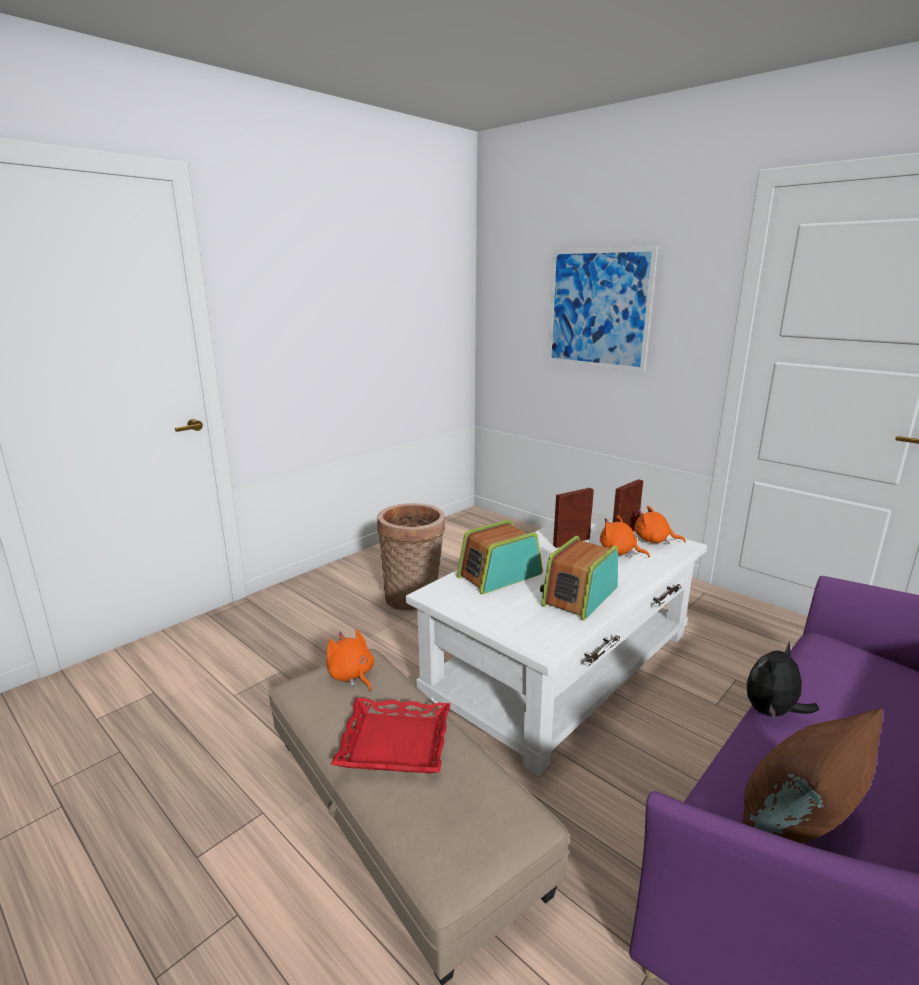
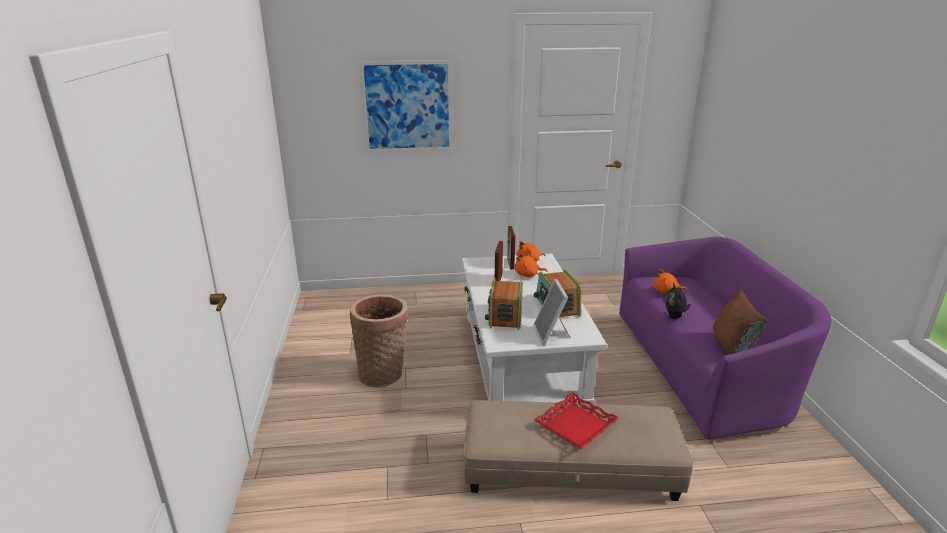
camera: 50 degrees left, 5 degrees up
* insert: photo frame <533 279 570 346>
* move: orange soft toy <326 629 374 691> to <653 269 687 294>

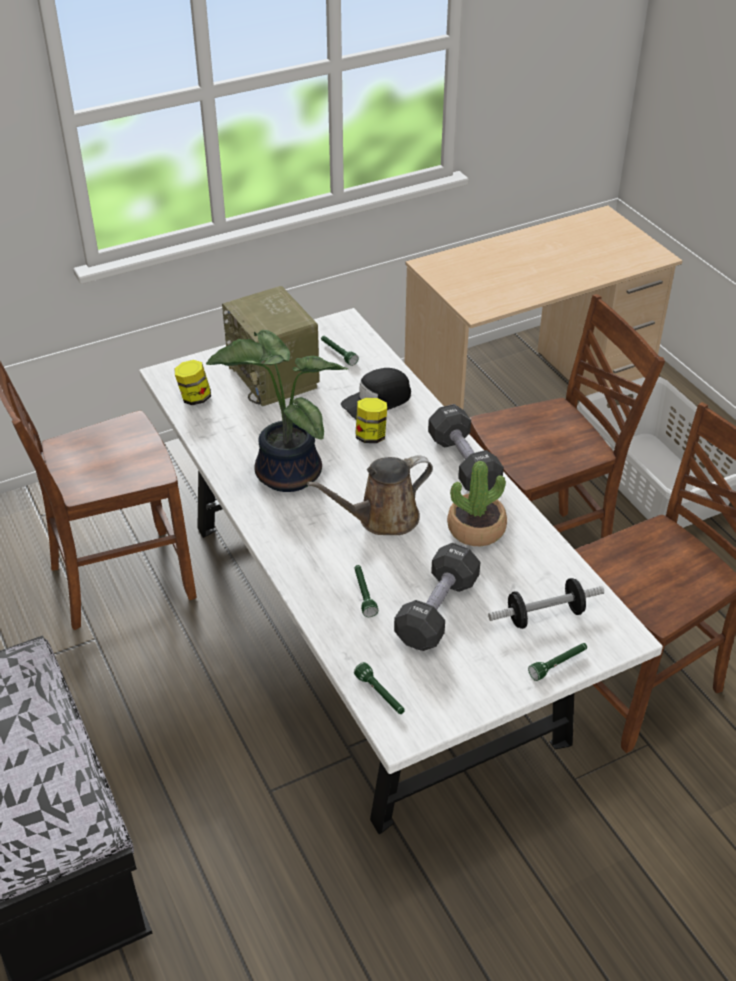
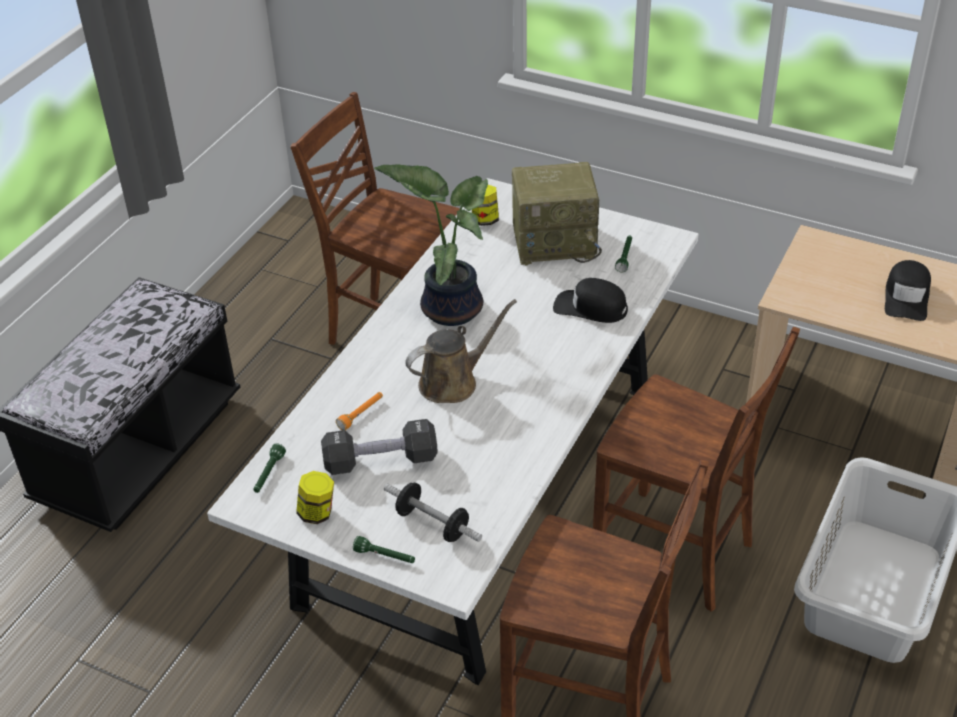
camera: 55 degrees right, 0 degrees up
* move: jar <356 398 387 443> to <296 471 334 524>
* recolor: green torch <354 565 378 617> to orange torch <336 392 383 430>
* rotate: brown watering pot <307 456 433 535> = <405 299 517 403> 120 degrees clockwise
* rotate: radio set <222 286 320 407> = <512 162 602 266> 120 degrees counterclockwise
* insert: blackish cap <885 260 931 321>
* delete: blackish free weight <428 404 504 492>
* delete: plant in a pot <447 461 507 546>

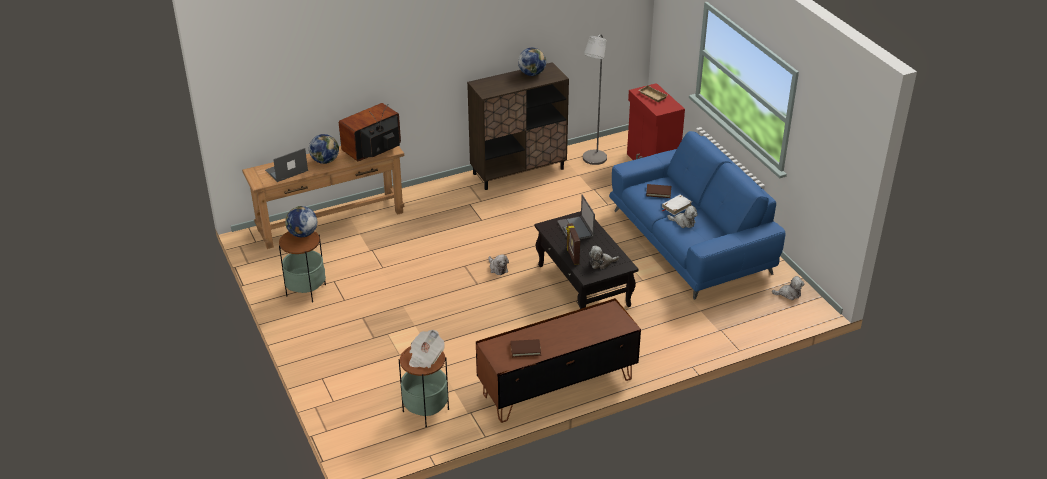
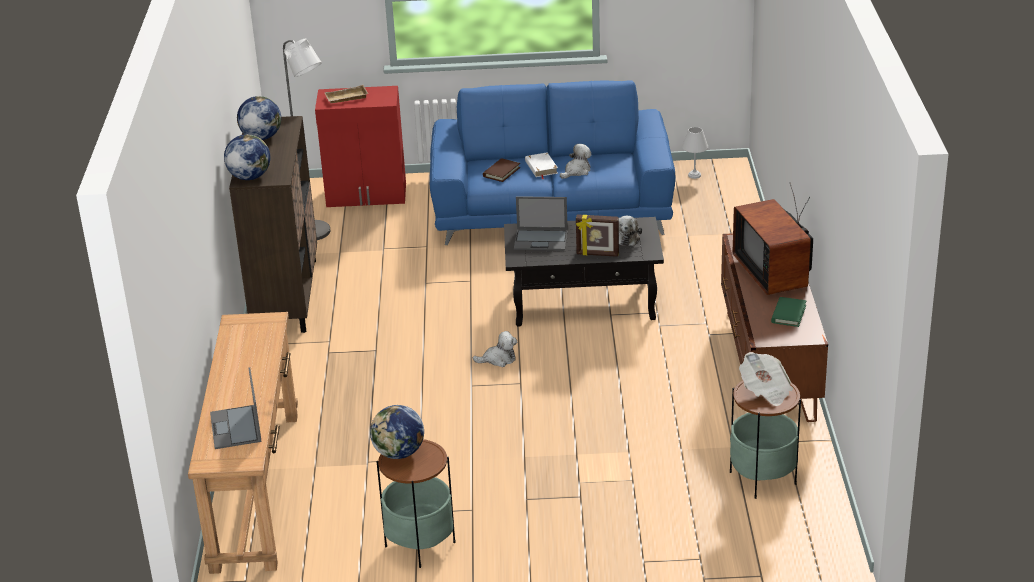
camera: 65 degrees left, 5 degrees down
* move: globe <309 134 339 164> to <224 134 270 180>
* replace: soft toy <772 276 804 300> to white-coloured tabletop lamp <682 127 708 179>
* move: TV <339 103 401 161> to <733 183 813 295>
* recolor: brown volume <510 339 541 357> to green volume <771 297 807 327>

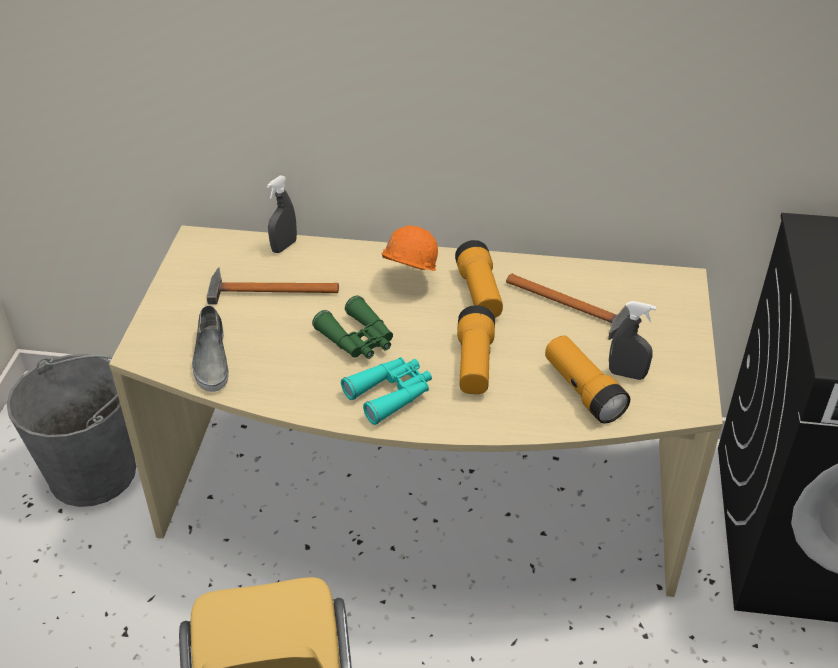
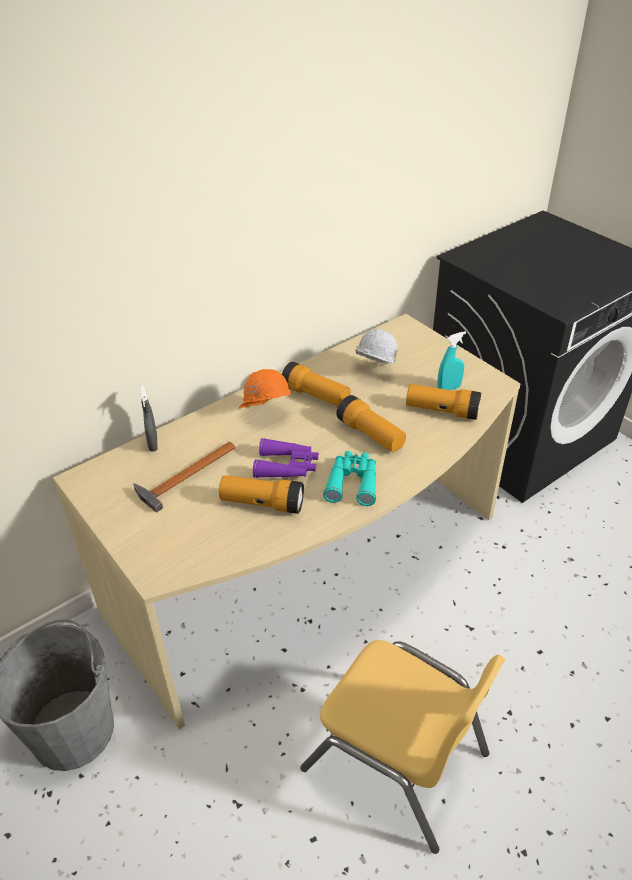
camera: 45 degrees left, 0 degrees up
* insert: torch <219 475 304 514>
* recolor: green field glasses <312 296 393 359> to purple-coloured field glasses <253 438 319 478>
* replace: hand hammer <506 274 630 340> to white-coloured safety helmet <355 329 398 364>
* recolor: greyish sprayer <609 301 656 380> to blue-green sprayer <437 331 466 390>
* delete: greyish item of footwear <192 305 229 392>

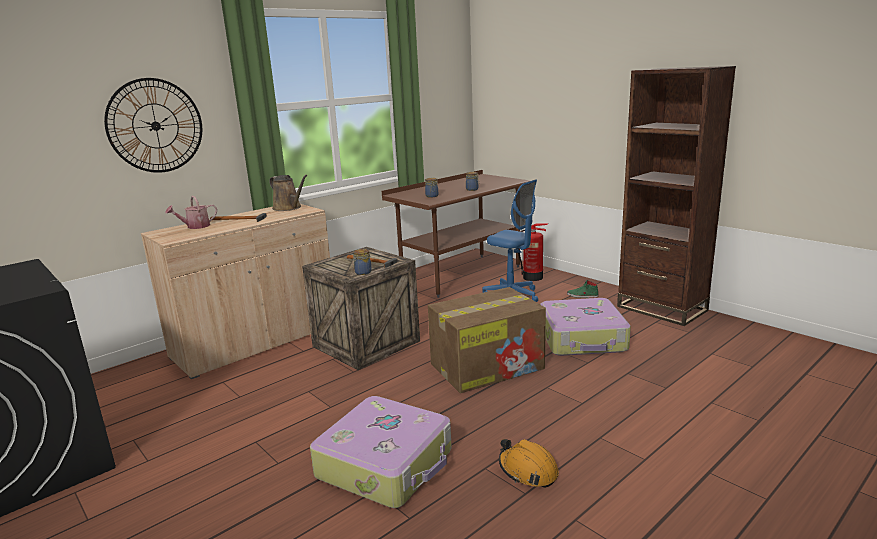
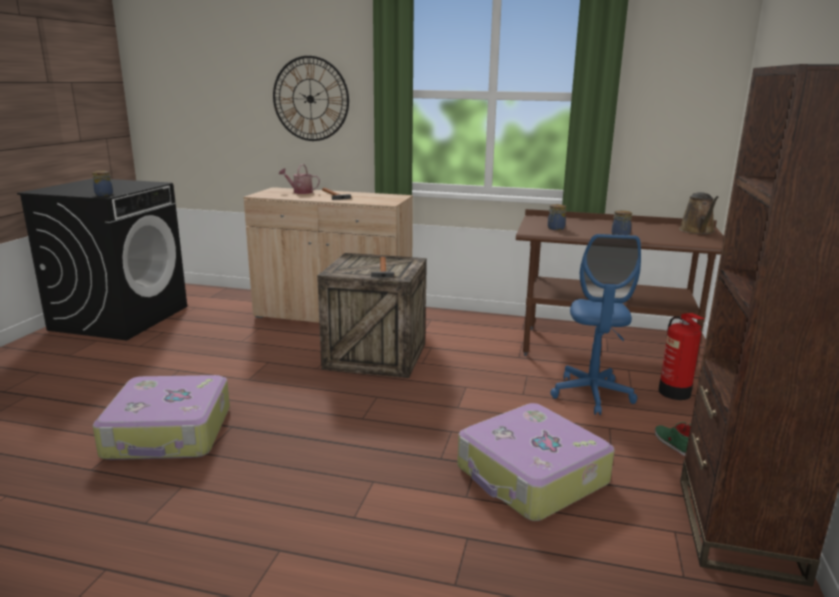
camera: 55 degrees right, 0 degrees up
* move: jar <352 249 372 275> to <92 171 113 196>
* move: brown watering pot <269 175 307 211> to <679 192 719 234>
* delete: cardboard box <428 287 546 393>
* delete: orange safety helmet <499 439 559 488>

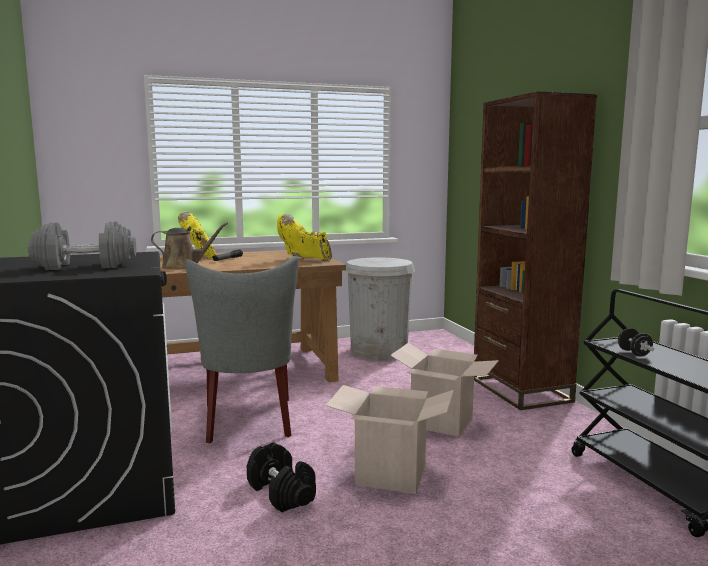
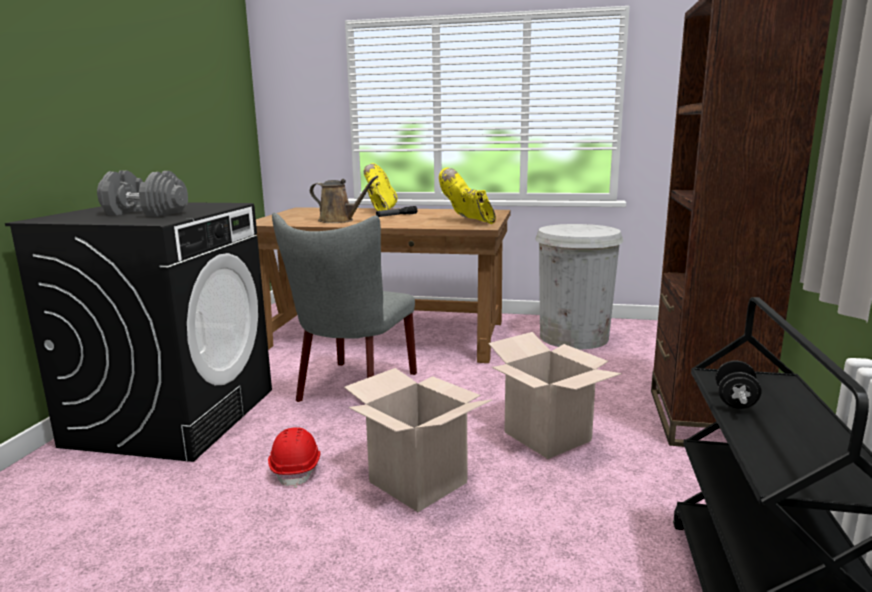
camera: 30 degrees right, 5 degrees up
* replace: blackish free weight <247 442 316 512> to reddish safety helmet <268 427 321 488>

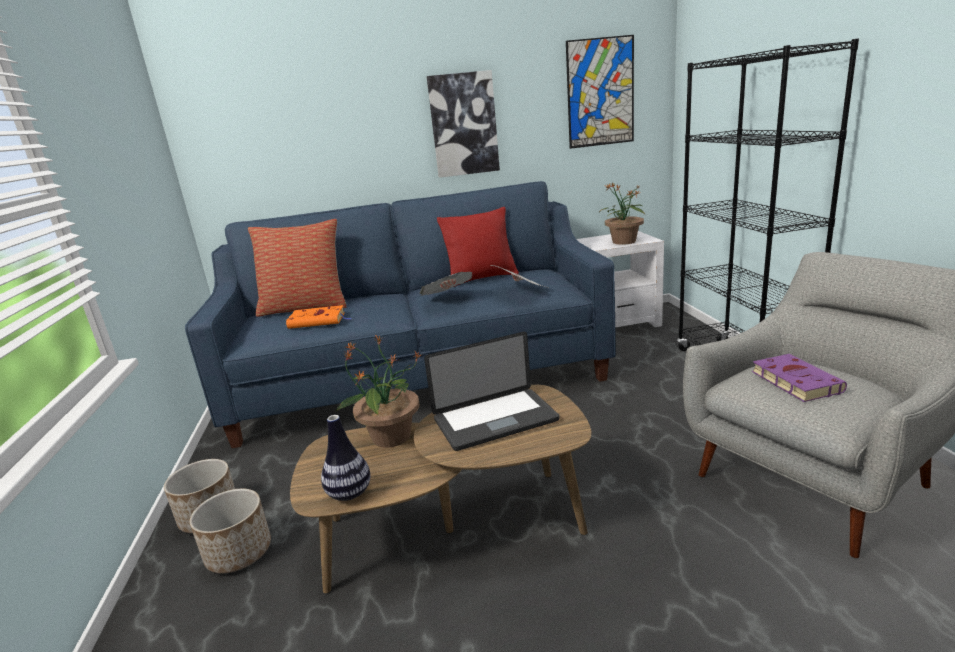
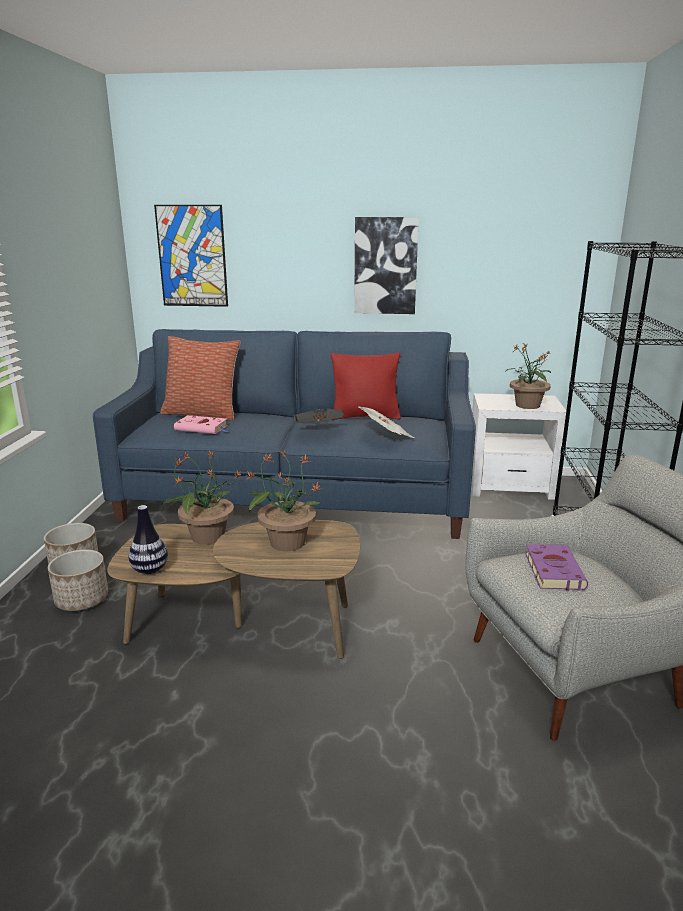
camera: 15 degrees right, 0 degrees up
* move: picture <566 35 634 149> to <154 205 228 307>
* recolor: orange volume <286 305 351 329> to pink-coloured volume <174 415 229 434>
* replace: notebook computer <424 332 560 451> to plant in a pot <245 450 324 551>

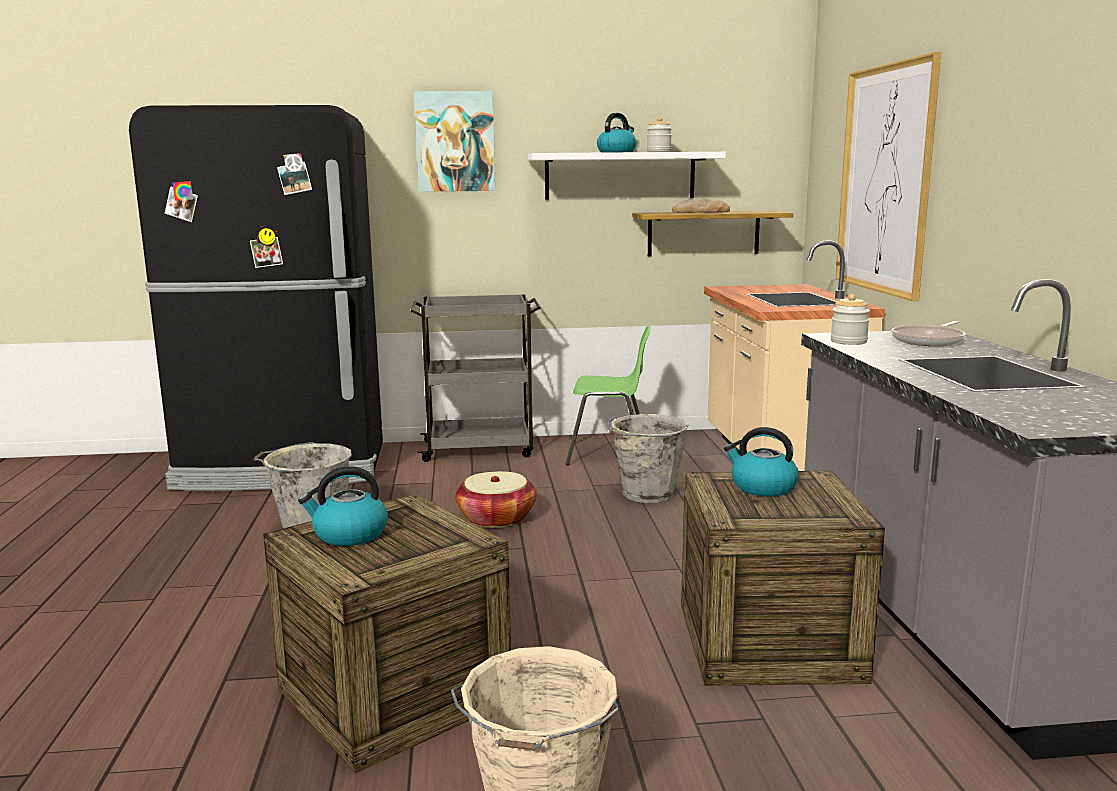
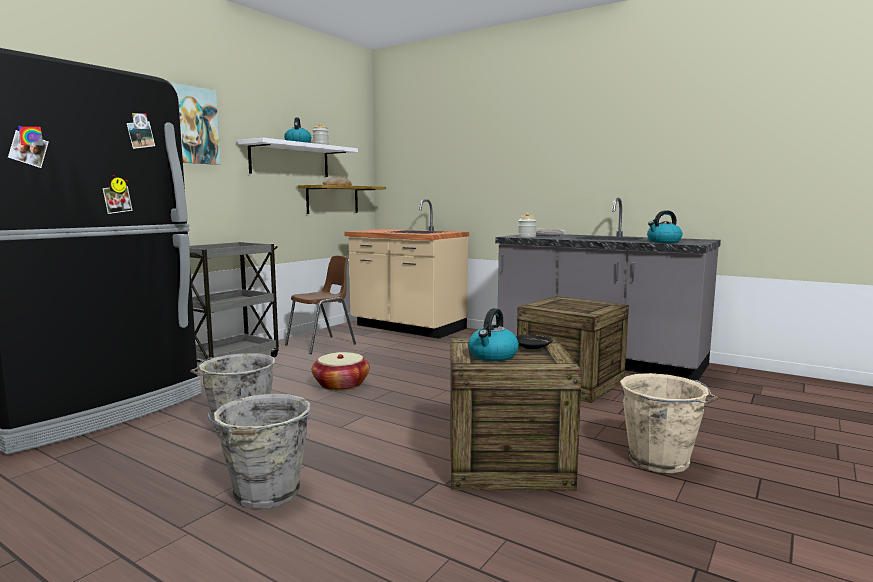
camera: 50 degrees left, 5 degrees down
* move: greyish bucket <609 414 688 503> to <207 394 310 509>
* recolor: green upright chair <566 326 650 465> to brown upright chair <285 256 356 354>
* insert: blackish flat dish <516 335 553 349>
* move: kettle <724 427 799 497> to <647 210 682 243>
* delete: picture <836 52 941 301>

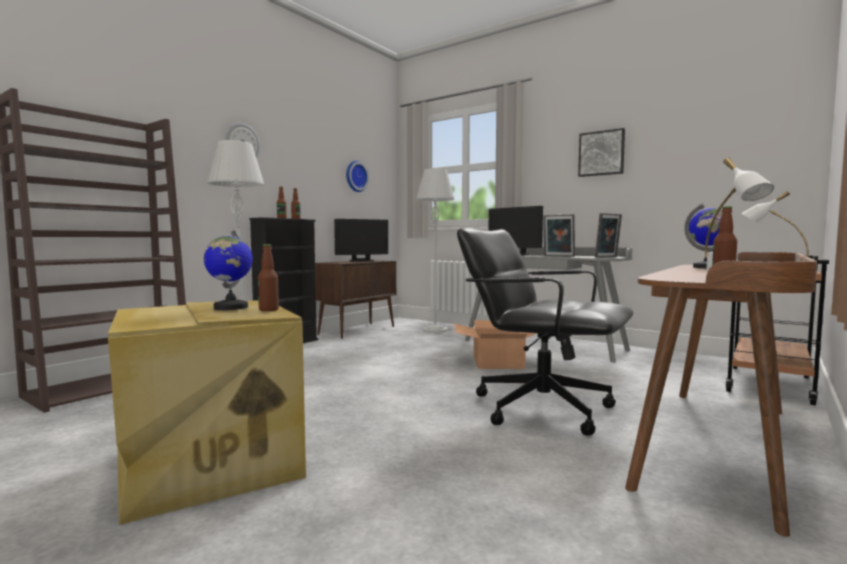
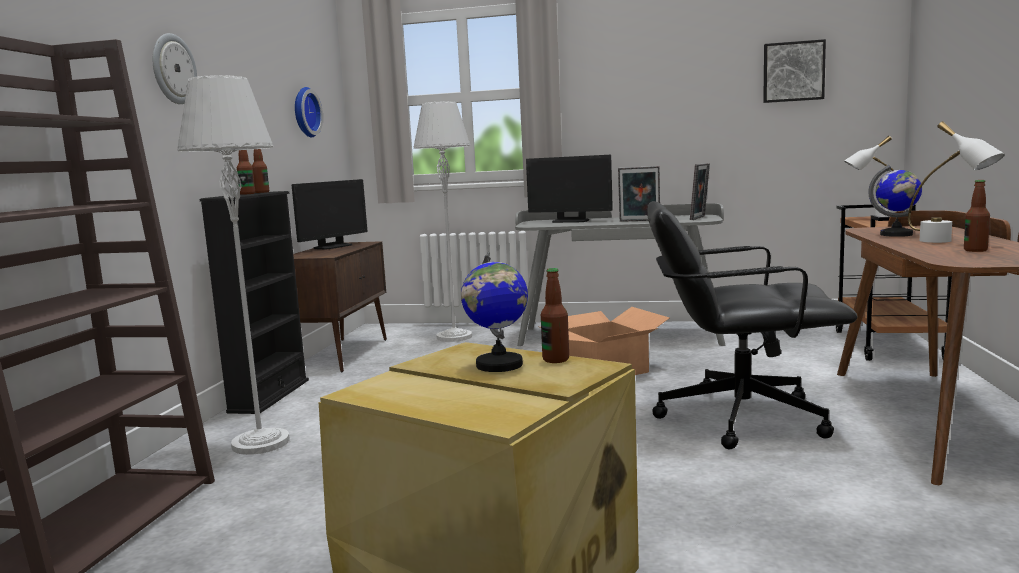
camera: 25 degrees left, 5 degrees up
* move: picture <578 128 625 177> to <763 39 826 103>

